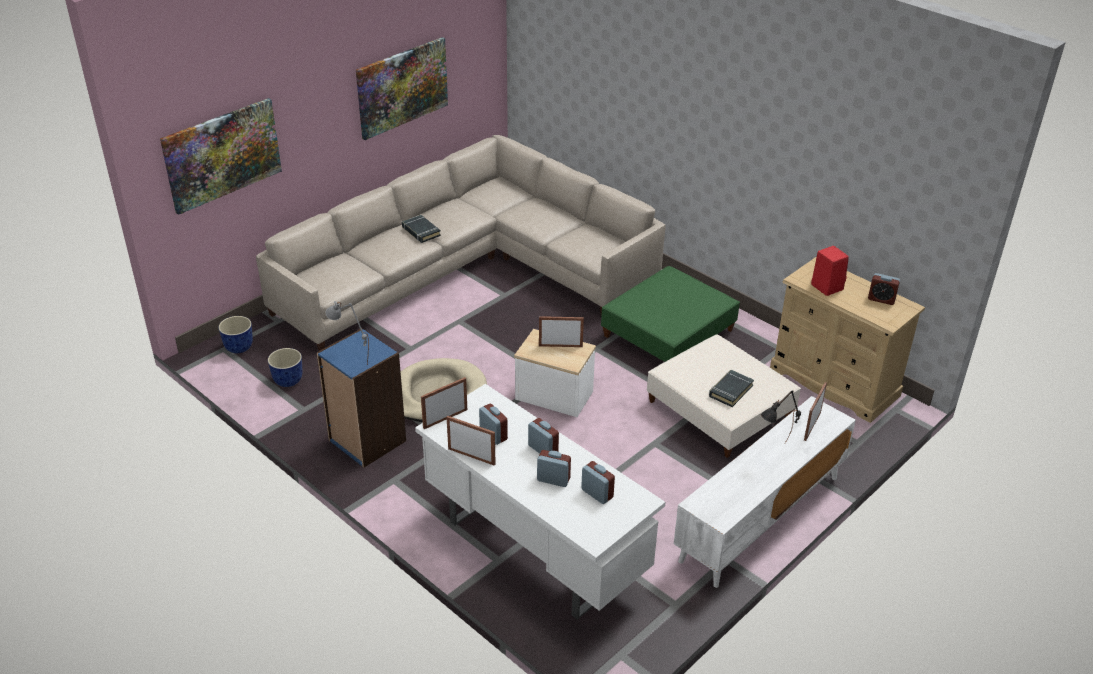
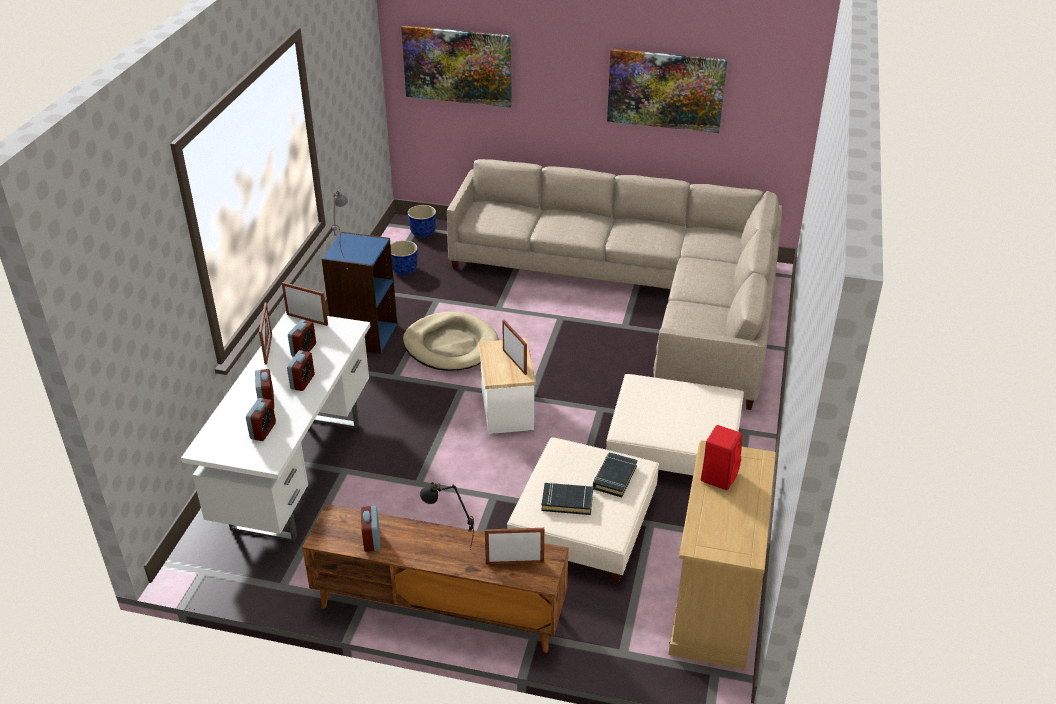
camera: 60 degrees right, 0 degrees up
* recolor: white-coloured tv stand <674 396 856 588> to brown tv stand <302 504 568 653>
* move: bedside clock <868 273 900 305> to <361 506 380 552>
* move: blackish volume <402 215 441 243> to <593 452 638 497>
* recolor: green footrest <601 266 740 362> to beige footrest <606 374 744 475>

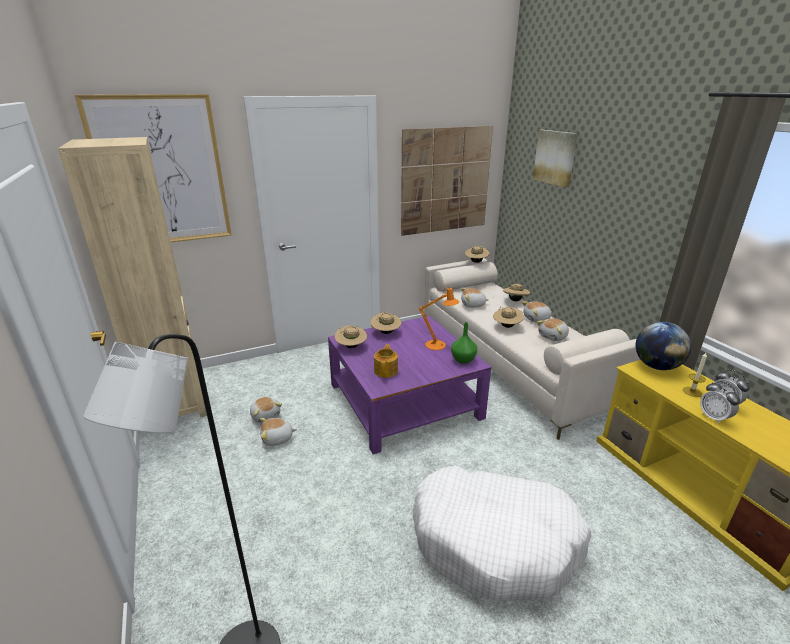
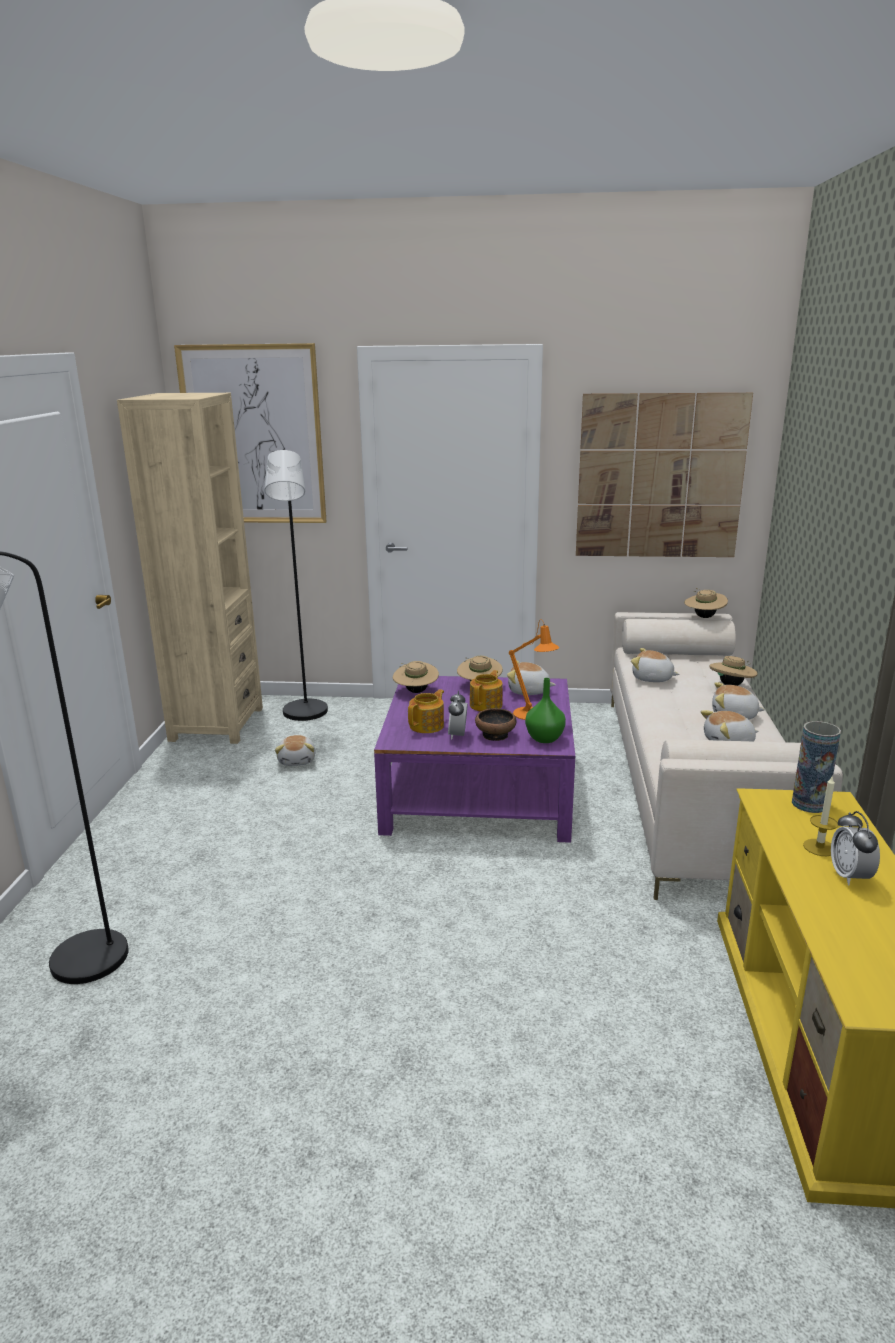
camera: 30 degrees right, 5 degrees down
* insert: blackish floor lamp <264 450 328 721>
* move: bedside clock <700 381 740 424> to <448 691 468 740>
* insert: teapot <470 670 503 712>
* insert: serving bowl <475 708 516 741>
* move: soft toy <260 418 297 446> to <507 660 556 695>
* replace: globe <636 322 691 370> to decorative vase <792 721 841 813>
* delete: white-coloured dog cushion <413 465 591 600>
* delete: beige clothing hat <493 307 524 328>
* delete: picture <533 130 578 188>

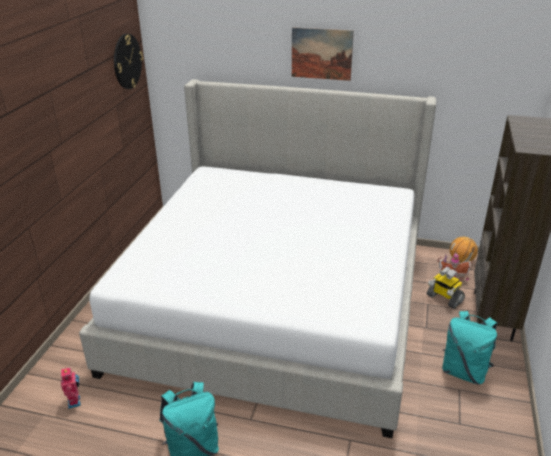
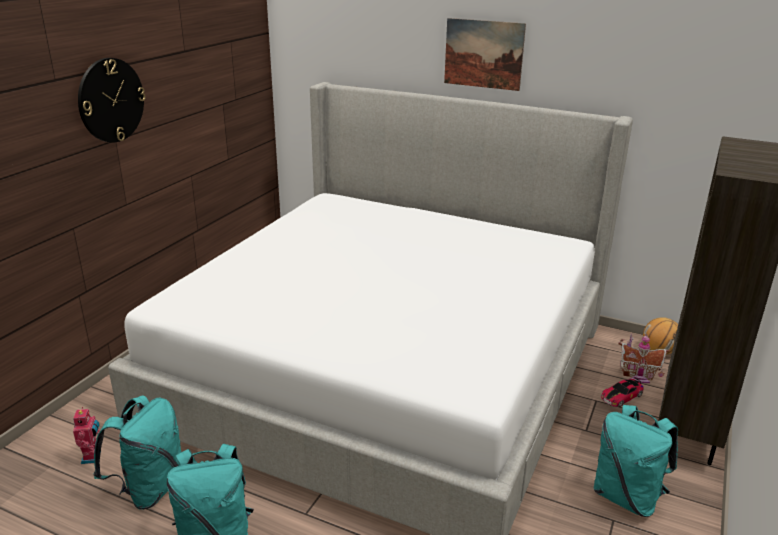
camera: 10 degrees right, 5 degrees down
* move: wall clock <114 34 143 89> to <78 58 146 143>
* insert: blue-green knapsack <93 395 181 510>
* replace: robot figure <426 267 465 309> to miniature car <601 378 643 407>

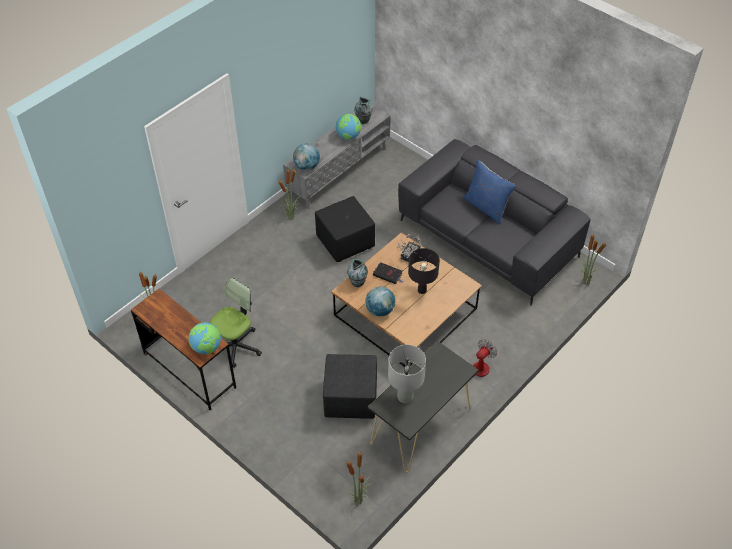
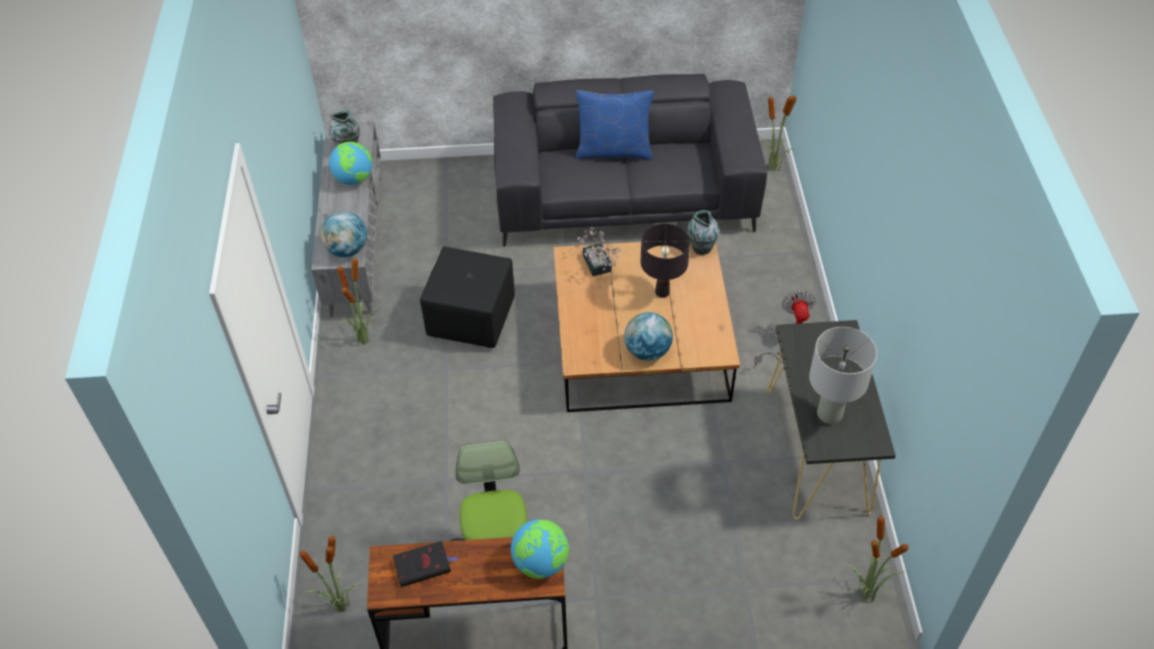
camera: 45 degrees left, 0 degrees up
* move: blackish volume <373 262 403 284> to <393 541 458 587>
* move: decorative vase <347 259 368 287> to <687 210 719 255>
* delete: blackish footrest <323 354 377 419>

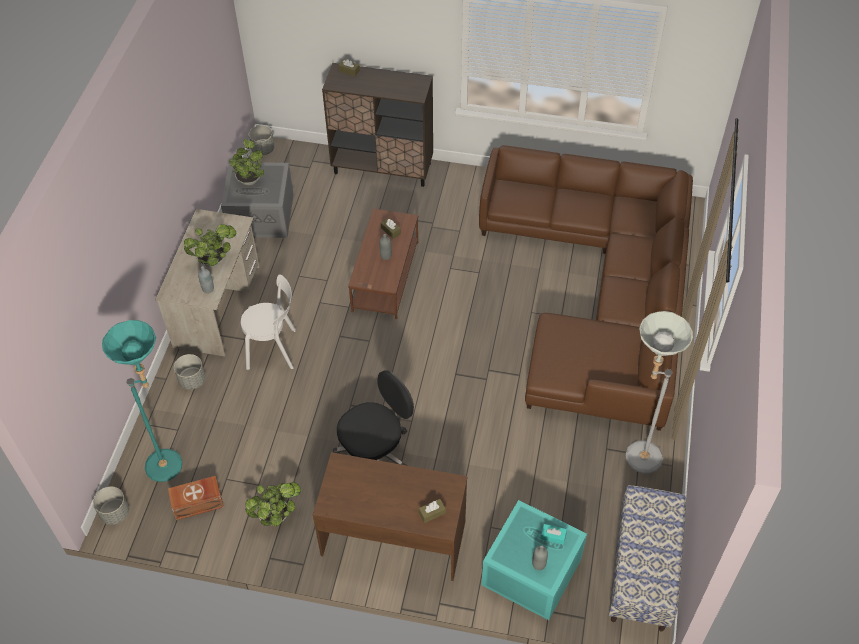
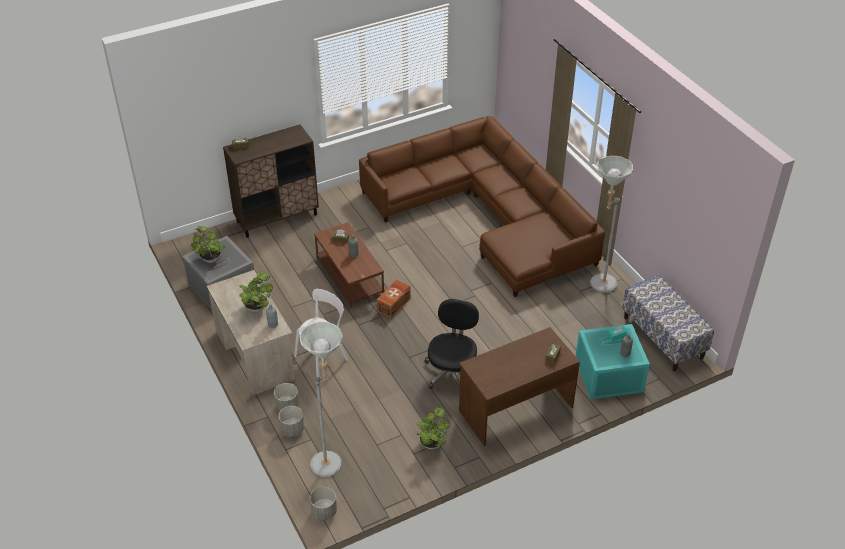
camera: 40 degrees left, 10 degrees down
* move: greyish flower pot <249 125 275 155> to <279 406 304 437>
* recolor: blue-green floor lamp <102 320 182 482> to greyish floor lamp <300 322 343 477>
* move: brown storage container <168 476 224 520> to <377 280 410 318>

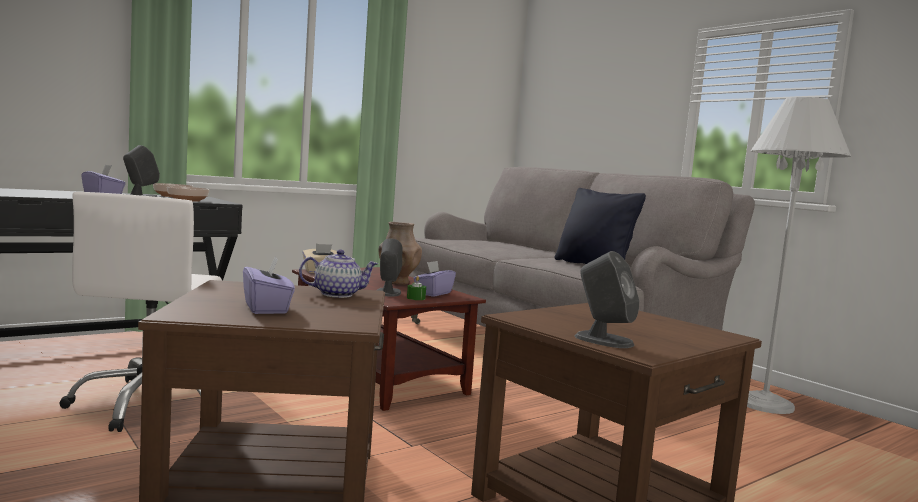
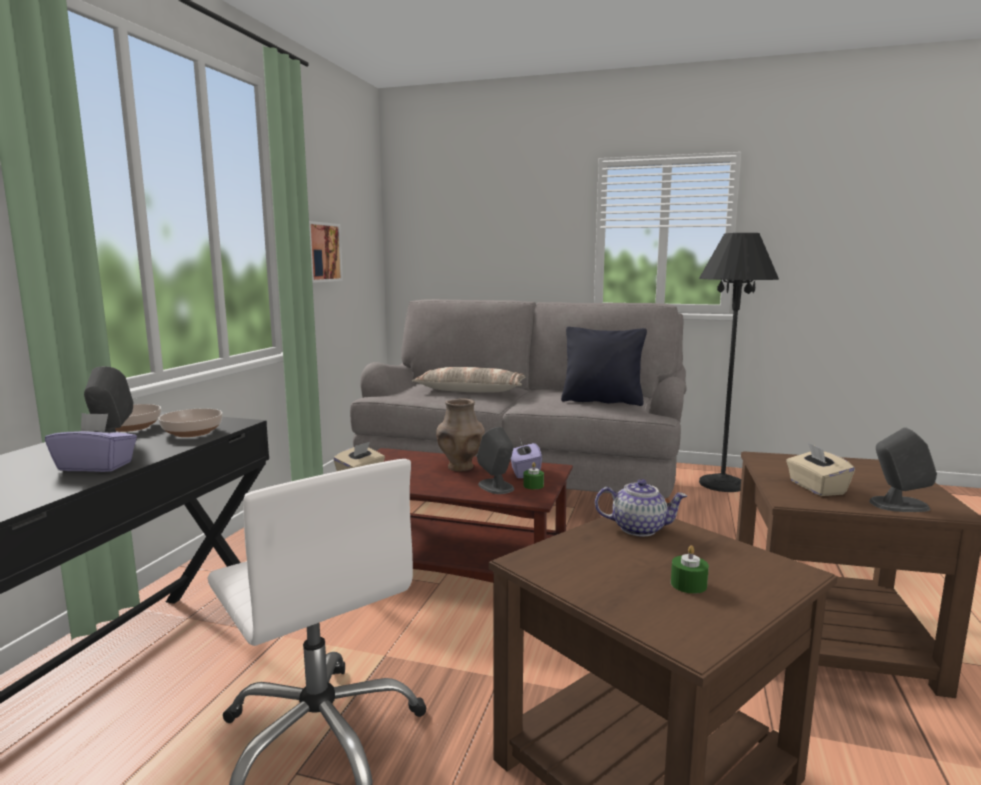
camera: 35 degrees left, 5 degrees up
* insert: picture <309 221 343 283>
* insert: cushion <412 367 526 393>
* rotate: teapot <299 249 378 298> = <595 479 687 536> 60 degrees clockwise
* replace: purple-coloured tissue box <243 257 295 314> to green wax light <671 545 709 594>
* recolor: white-coloured floor lamp <747 97 851 414> to blackish floor lamp <699 233 779 492>
* insert: beige tissue box <786 442 855 496>

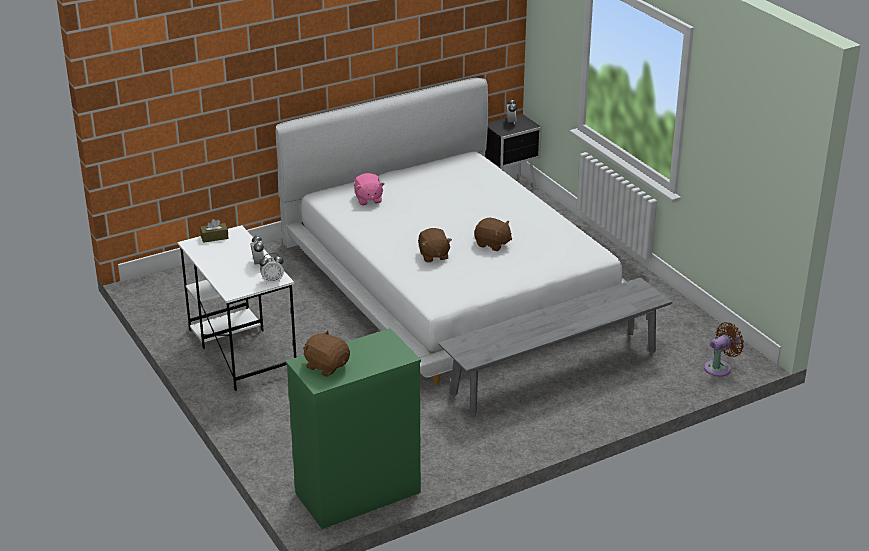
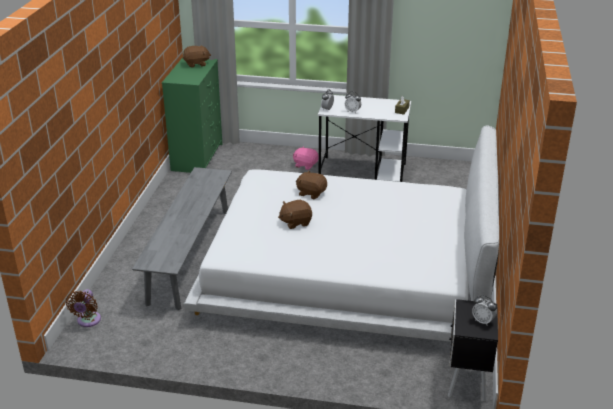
camera: 130 degrees right, 0 degrees up
* move: pink-coloured soft toy <354 173 384 205> to <293 146 319 170>

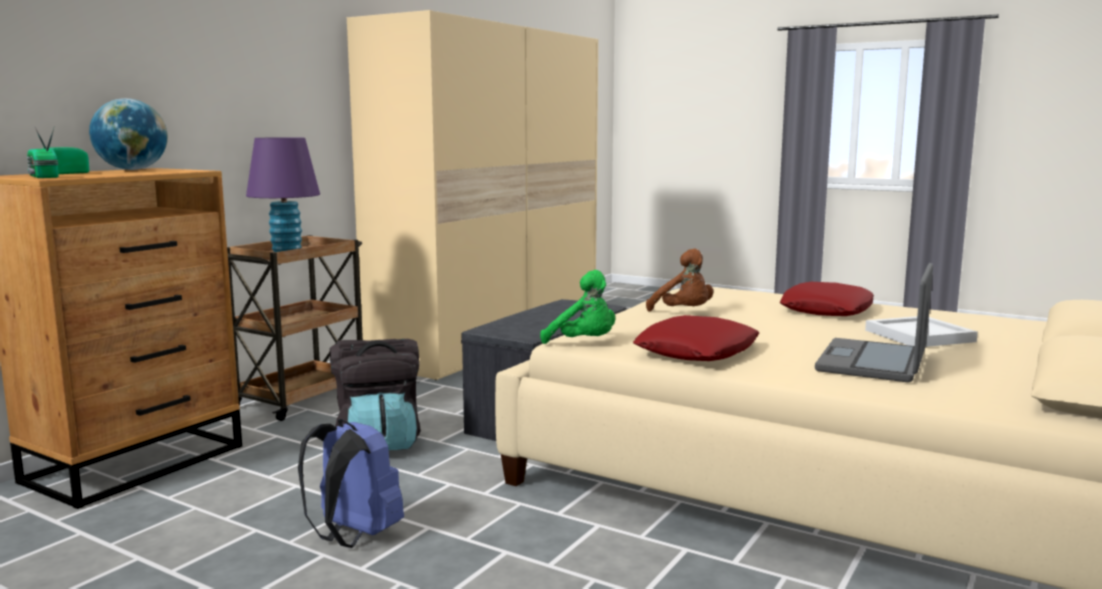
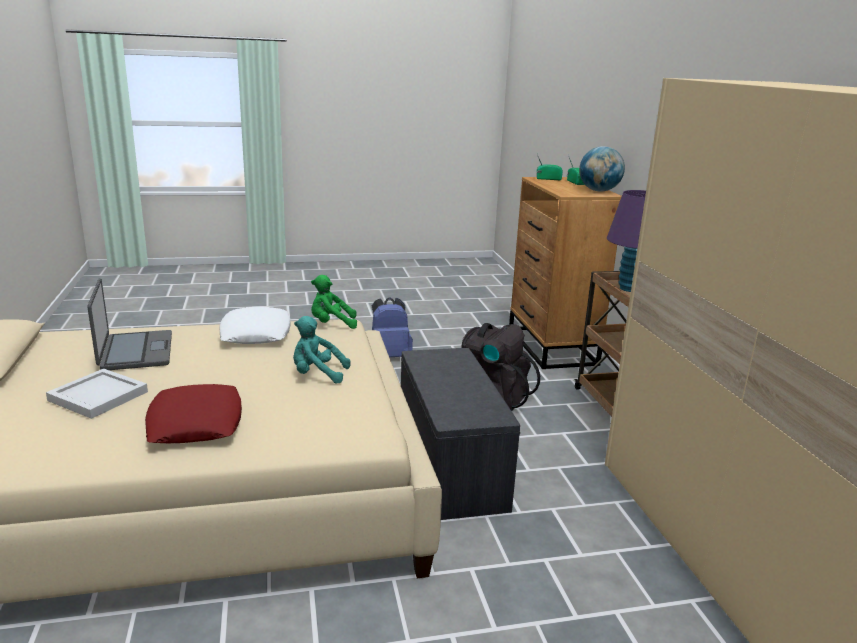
camera: 135 degrees right, 10 degrees up
* recolor: reddish cushion <633 315 759 361> to white-coloured cushion <219 307 291 344>
* recolor: brown soft toy <646 249 713 312> to blue-green soft toy <293 316 351 384>

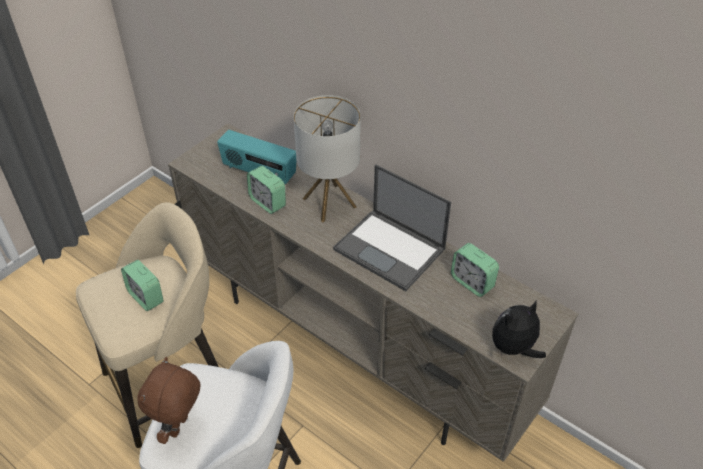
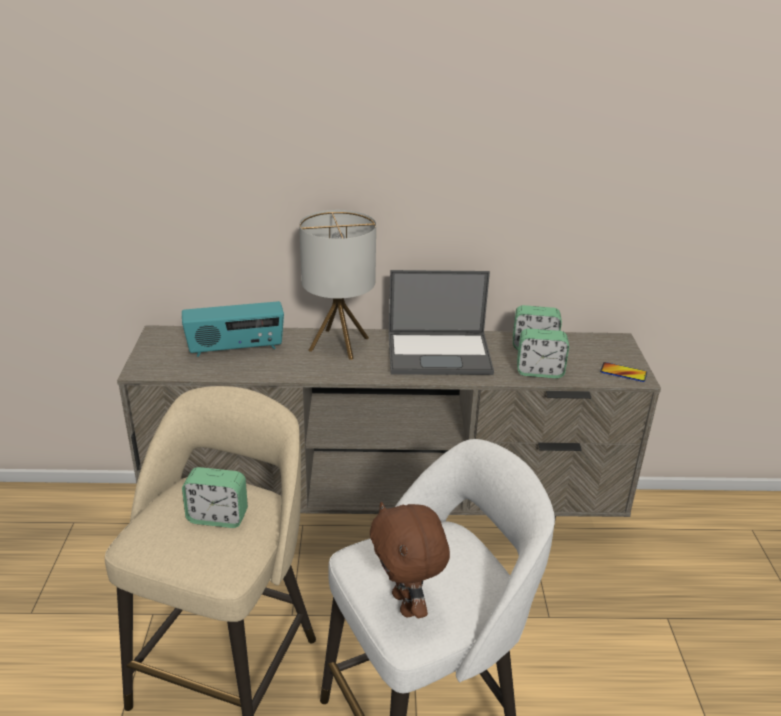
camera: 40 degrees left, 15 degrees down
* move: bedside clock <247 166 286 214> to <517 328 569 378>
* replace: soft toy <492 300 546 358> to telephone <600 362 647 382>

